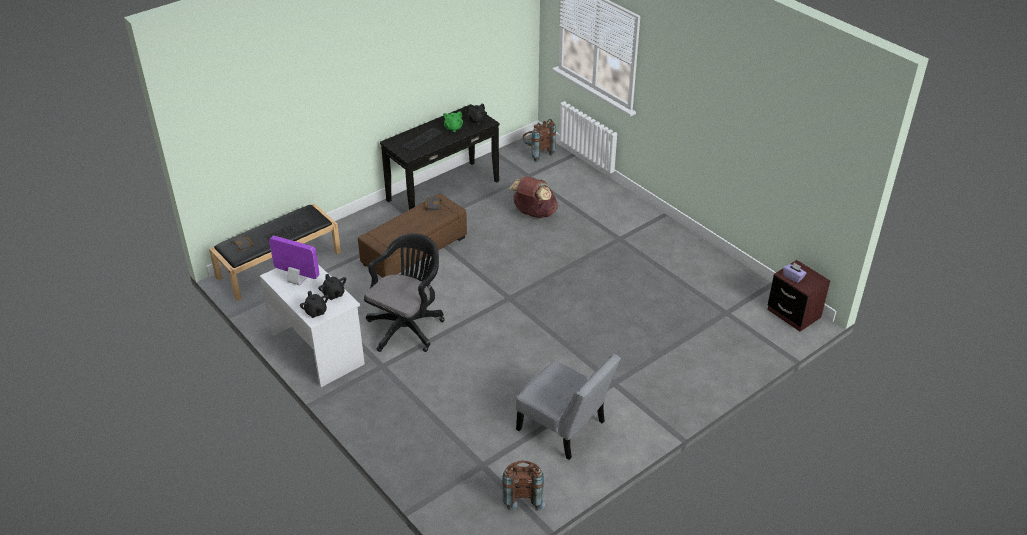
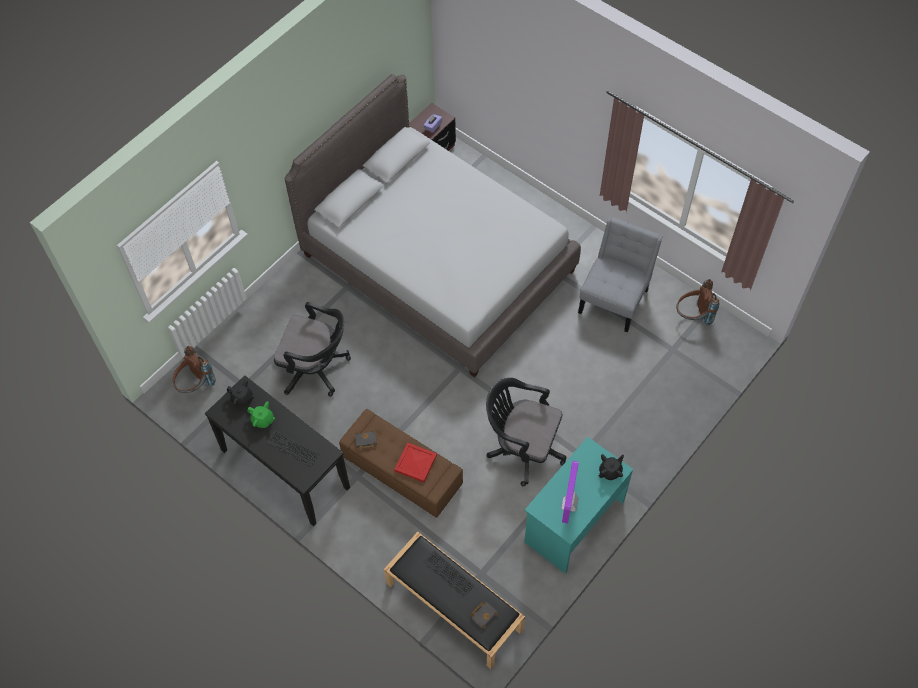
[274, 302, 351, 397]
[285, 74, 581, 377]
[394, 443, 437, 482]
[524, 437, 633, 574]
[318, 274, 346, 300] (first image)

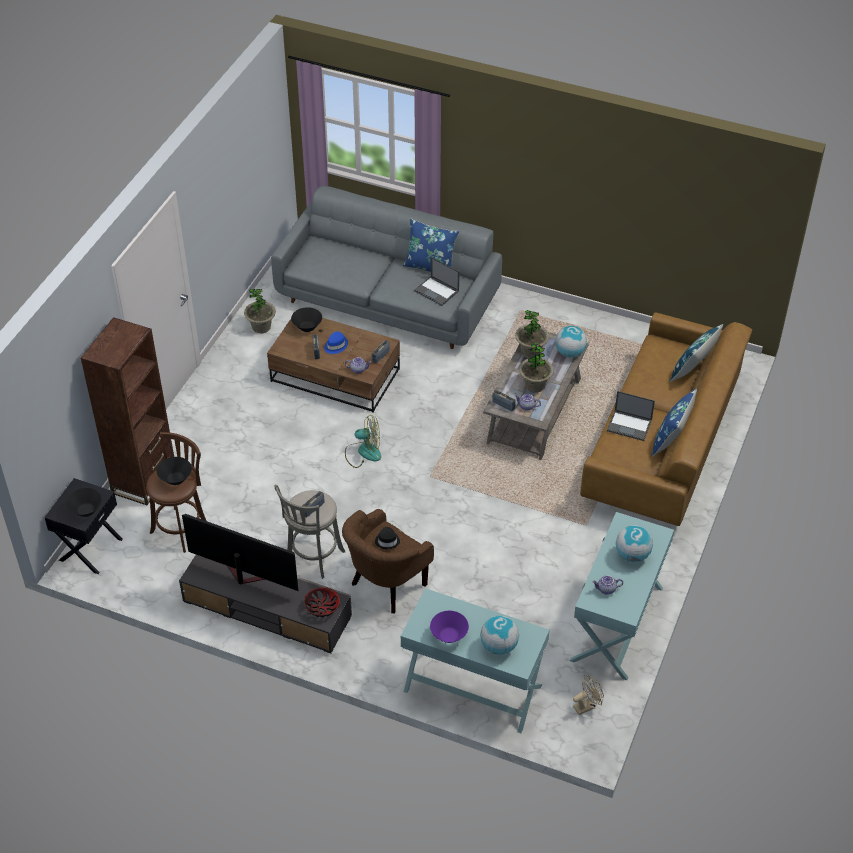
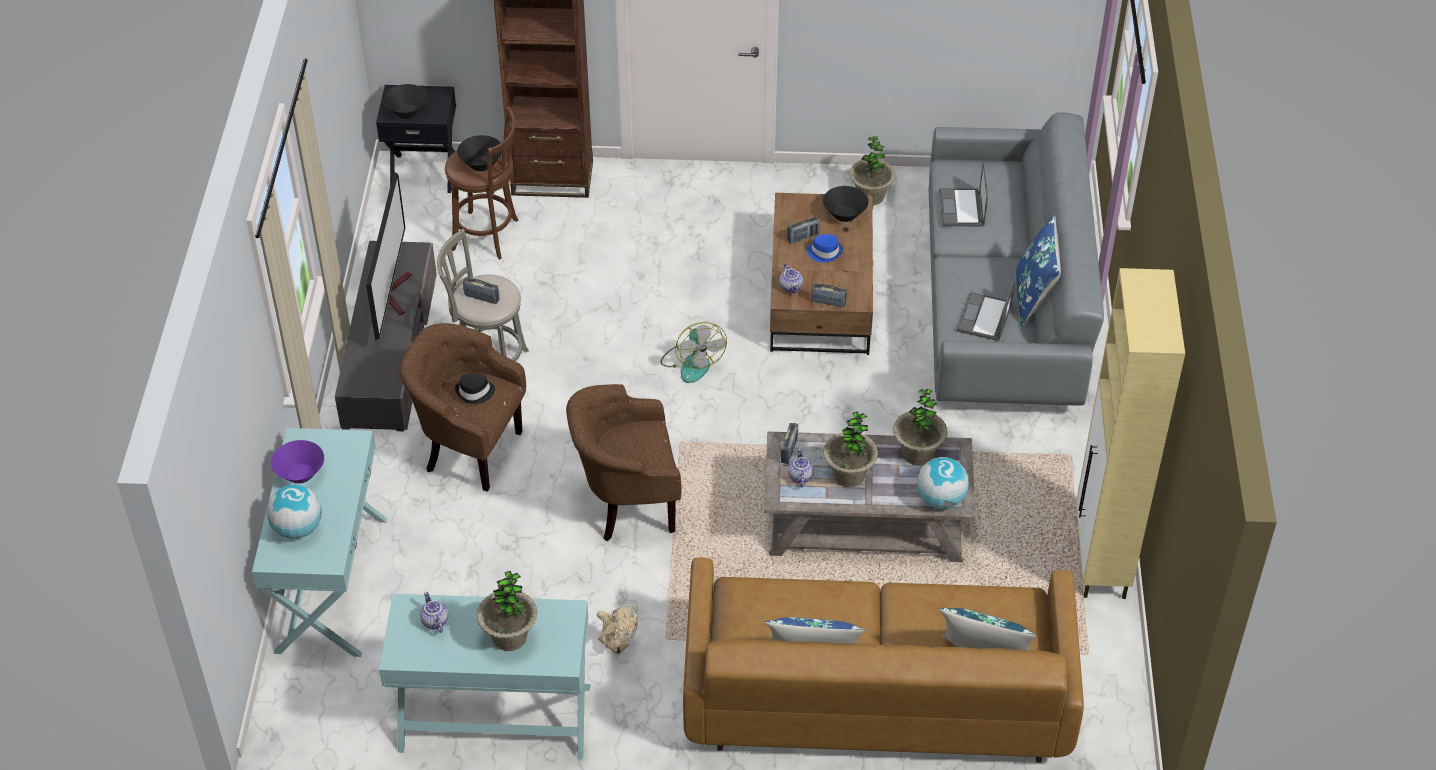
[477, 571, 537, 651]
[566, 384, 682, 542]
[597, 605, 638, 655]
[939, 161, 988, 226]
[1076, 268, 1185, 599]
[304, 587, 340, 618] (first image)

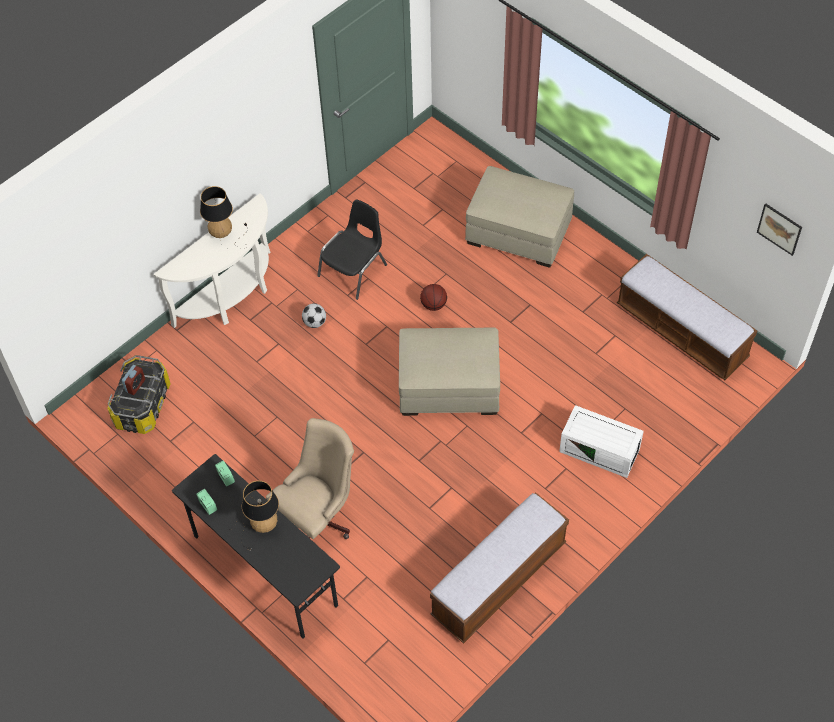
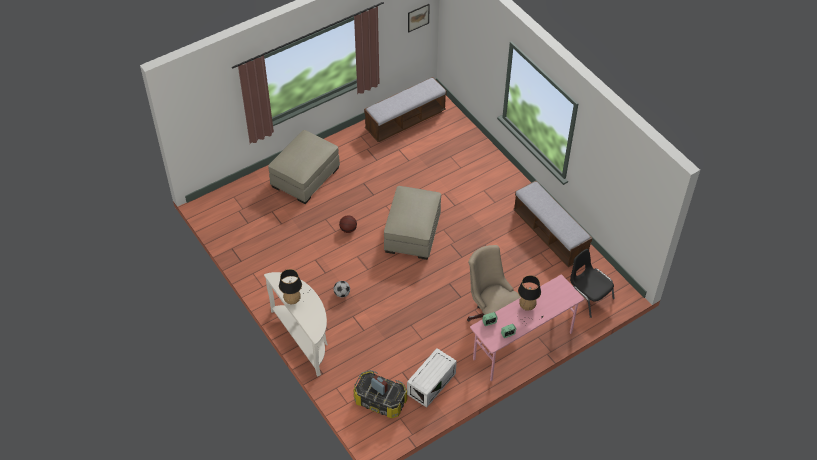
[407, 348, 457, 408]
[470, 274, 584, 381]
[570, 249, 614, 318]

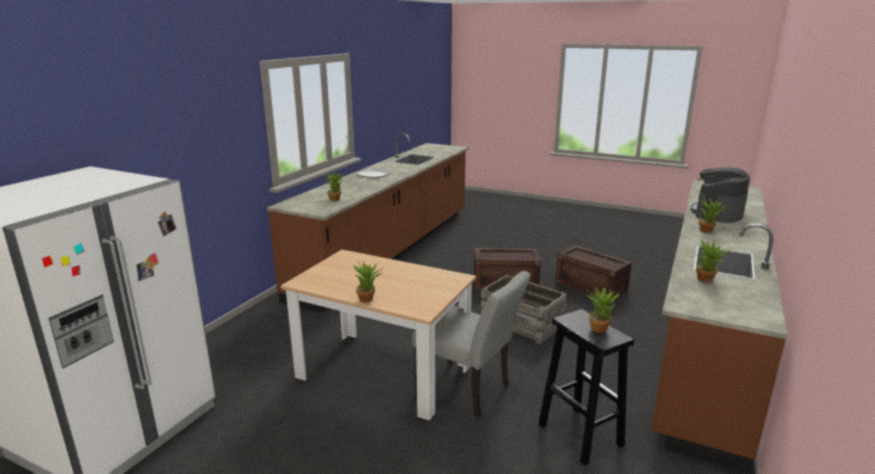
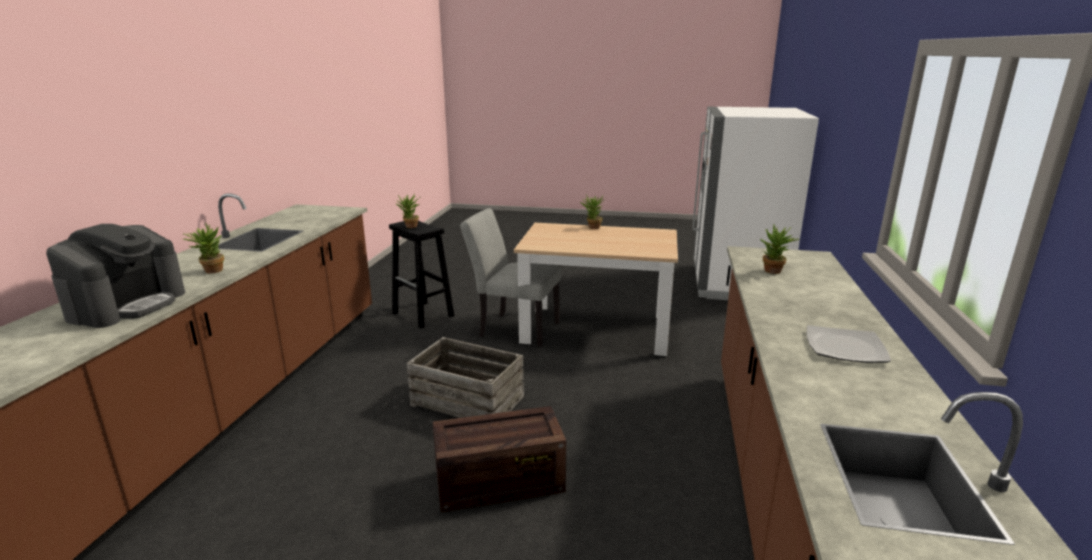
[555, 245, 632, 301] (first image)
[696, 239, 731, 283] (first image)

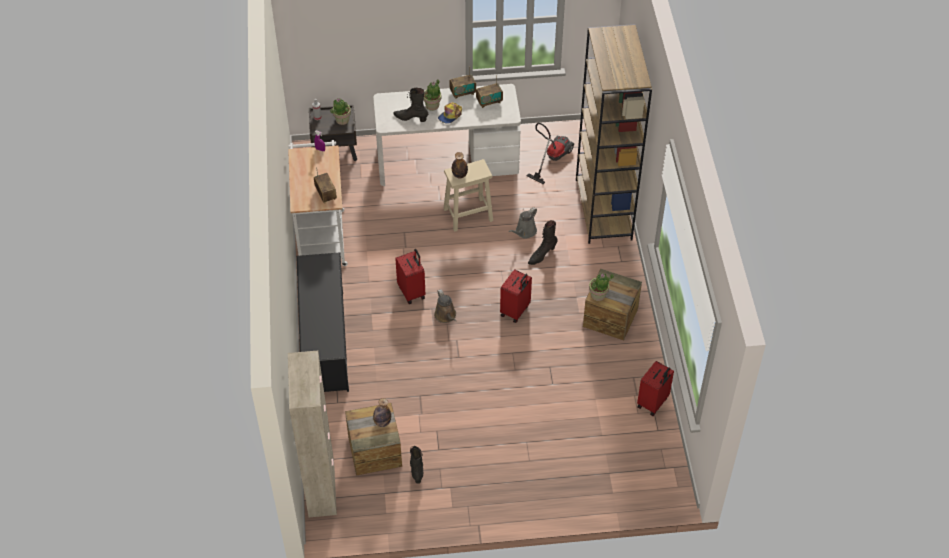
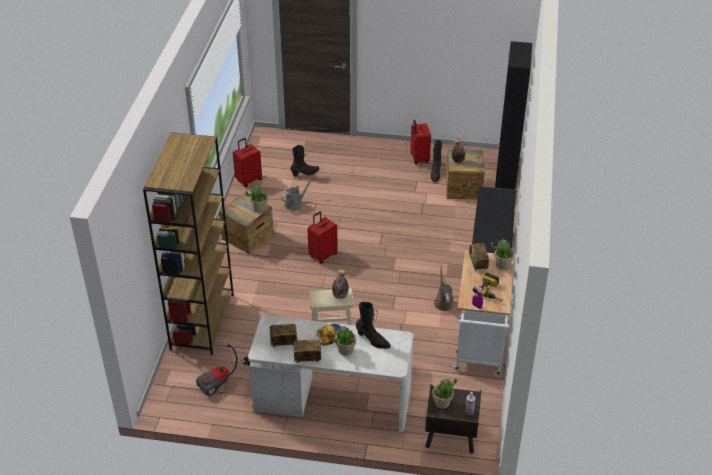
[281, 177, 314, 211]
[291, 145, 319, 176]
[410, 120, 431, 164]
[434, 266, 454, 311]
[473, 273, 503, 302]
[490, 239, 514, 270]
[495, 41, 532, 190]

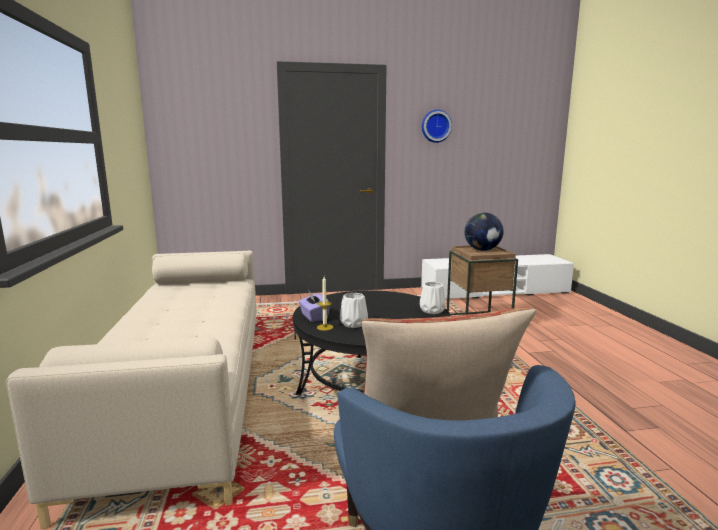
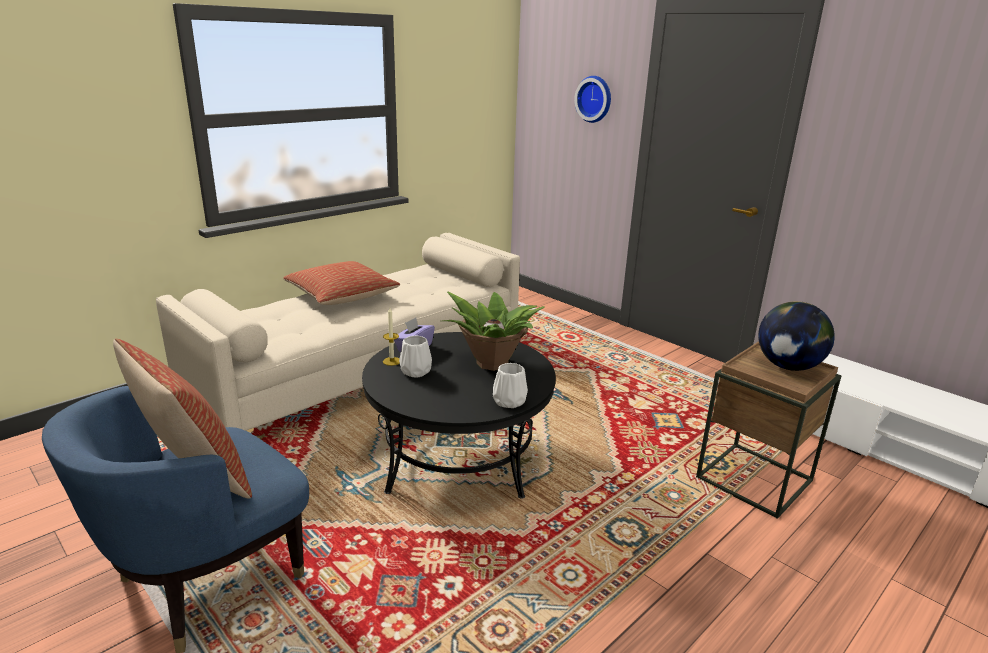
[283, 261, 400, 305]
[443, 292, 545, 371]
[574, 76, 611, 123]

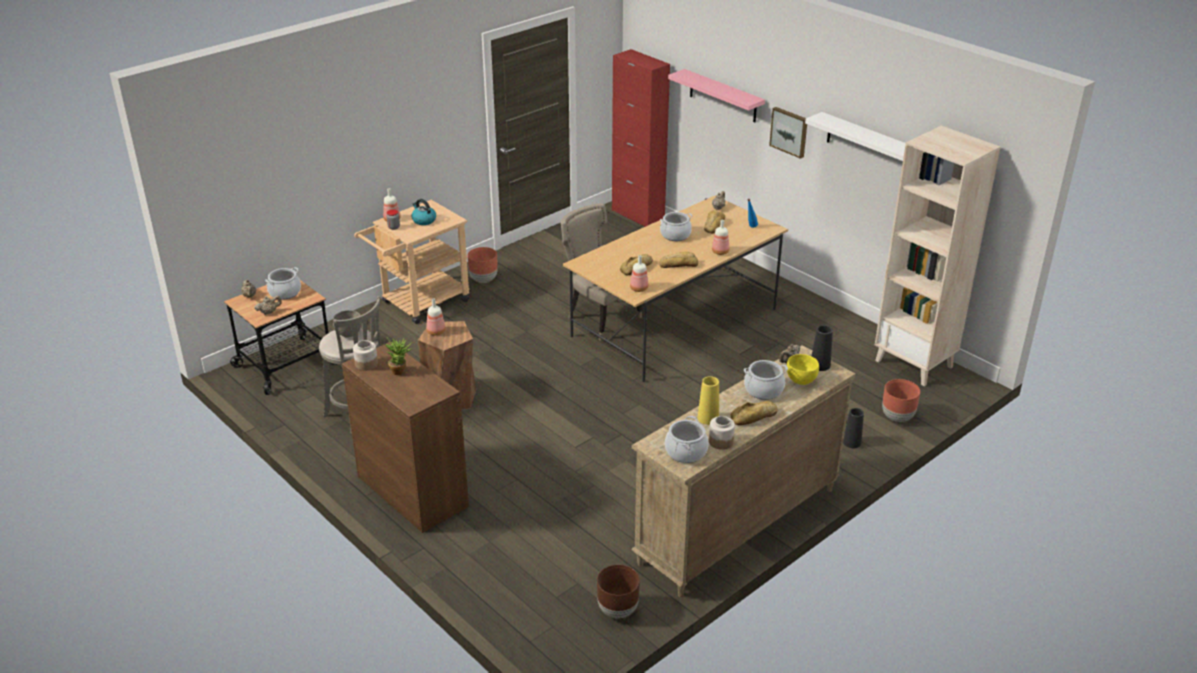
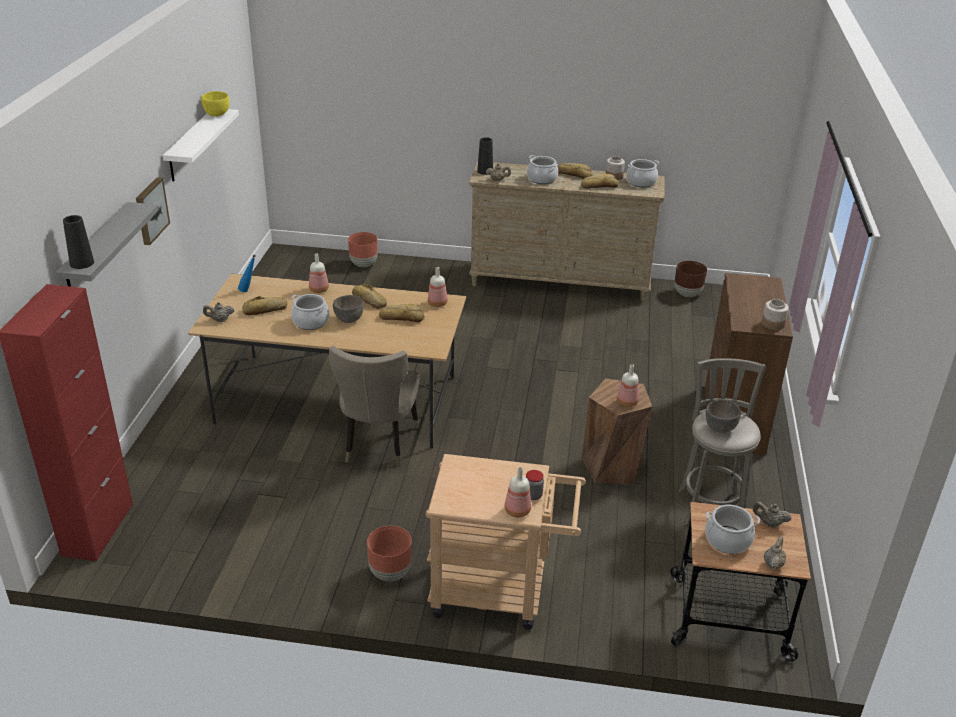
[56, 202, 159, 286]
[63, 215, 94, 269]
[201, 91, 230, 116]
[333, 295, 364, 323]
[581, 173, 619, 189]
[385, 338, 413, 375] (first image)
[412, 199, 436, 225] (first image)
[875, 126, 1000, 386] (first image)

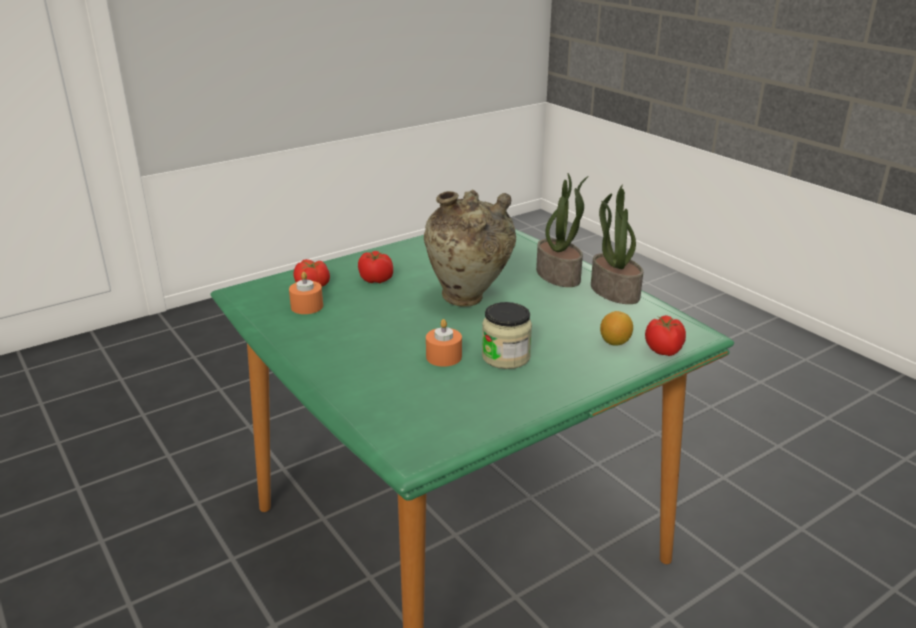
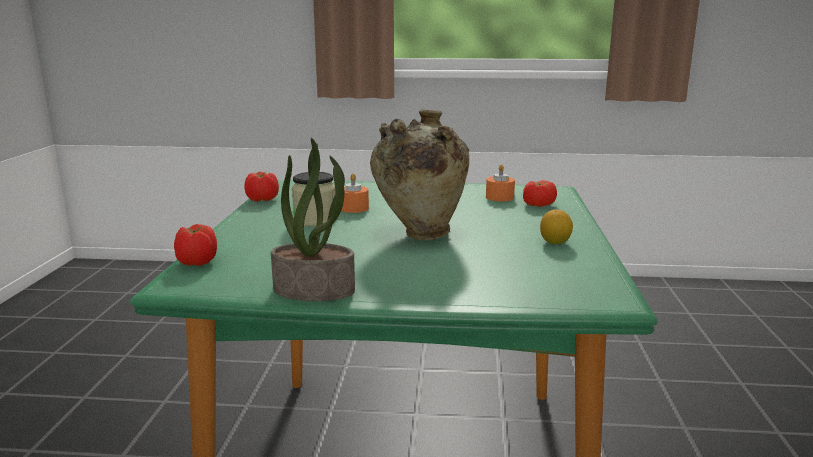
[245, 172, 279, 202]
[540, 210, 573, 244]
[536, 173, 589, 287] (first image)

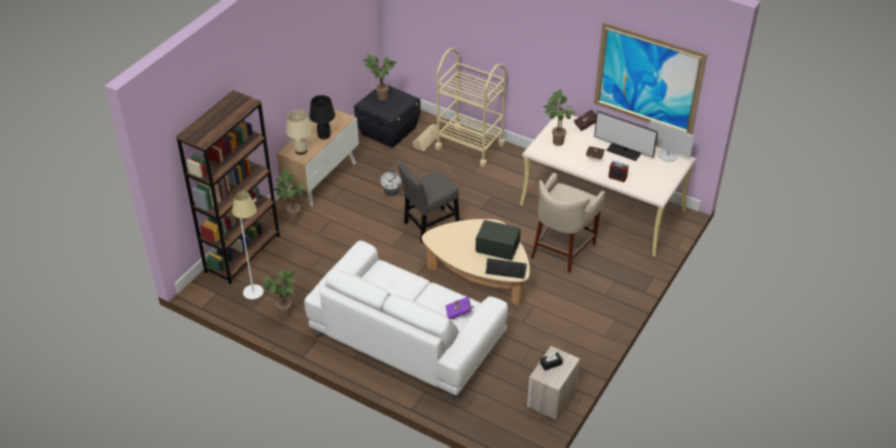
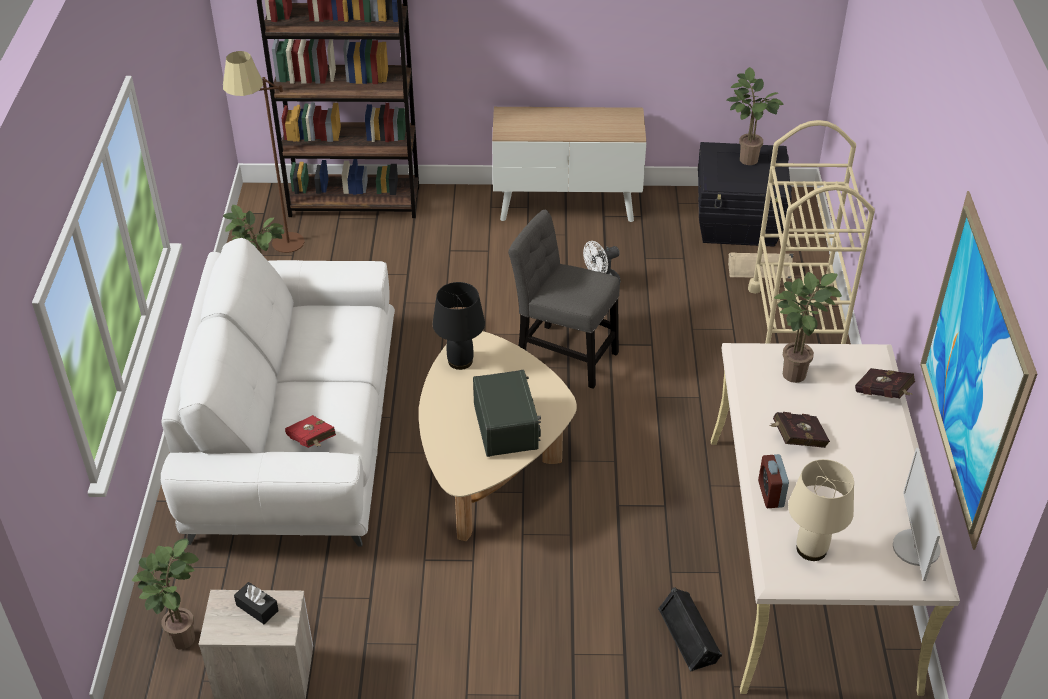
[132, 539, 199, 650]
[223, 51, 305, 253]
[285, 415, 336, 448]
[433, 282, 485, 370]
[658, 587, 722, 672]
[788, 459, 854, 561]
[531, 173, 605, 273] (first image)
[594, 111, 658, 161] (first image)

